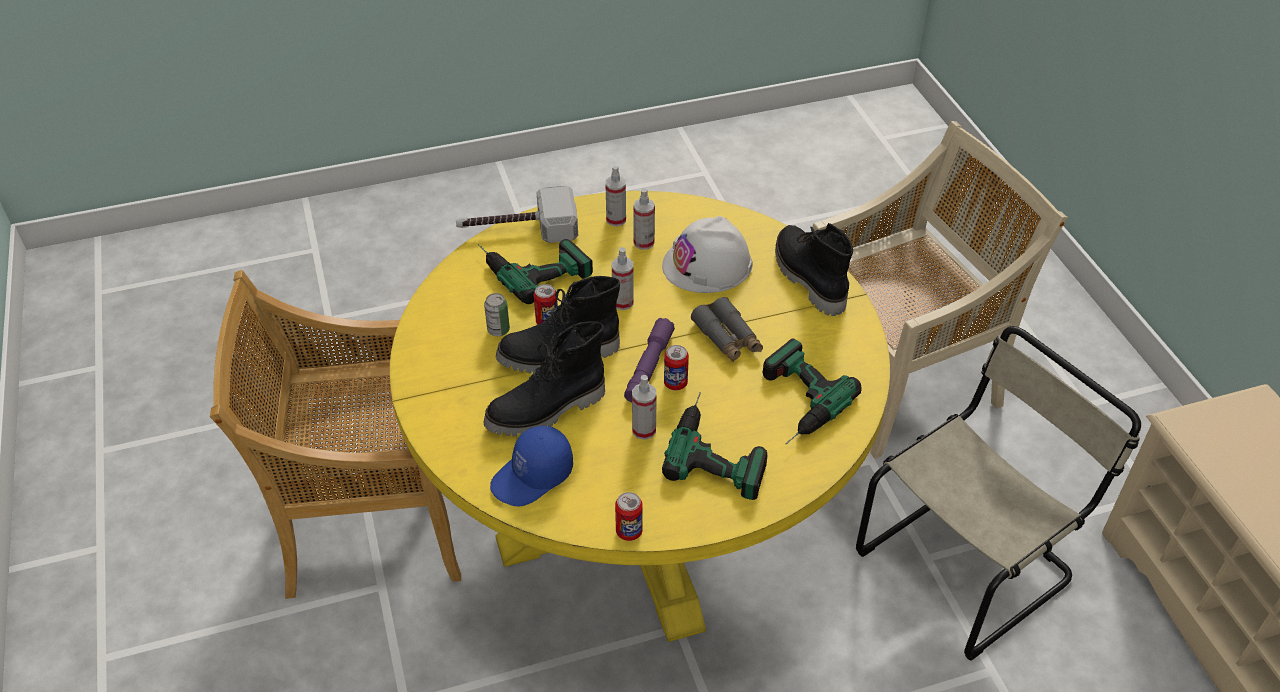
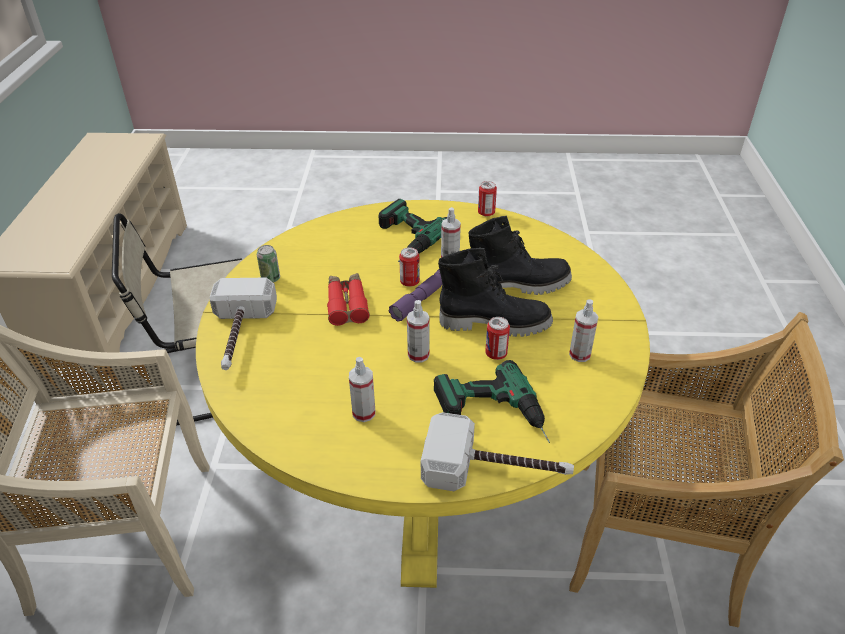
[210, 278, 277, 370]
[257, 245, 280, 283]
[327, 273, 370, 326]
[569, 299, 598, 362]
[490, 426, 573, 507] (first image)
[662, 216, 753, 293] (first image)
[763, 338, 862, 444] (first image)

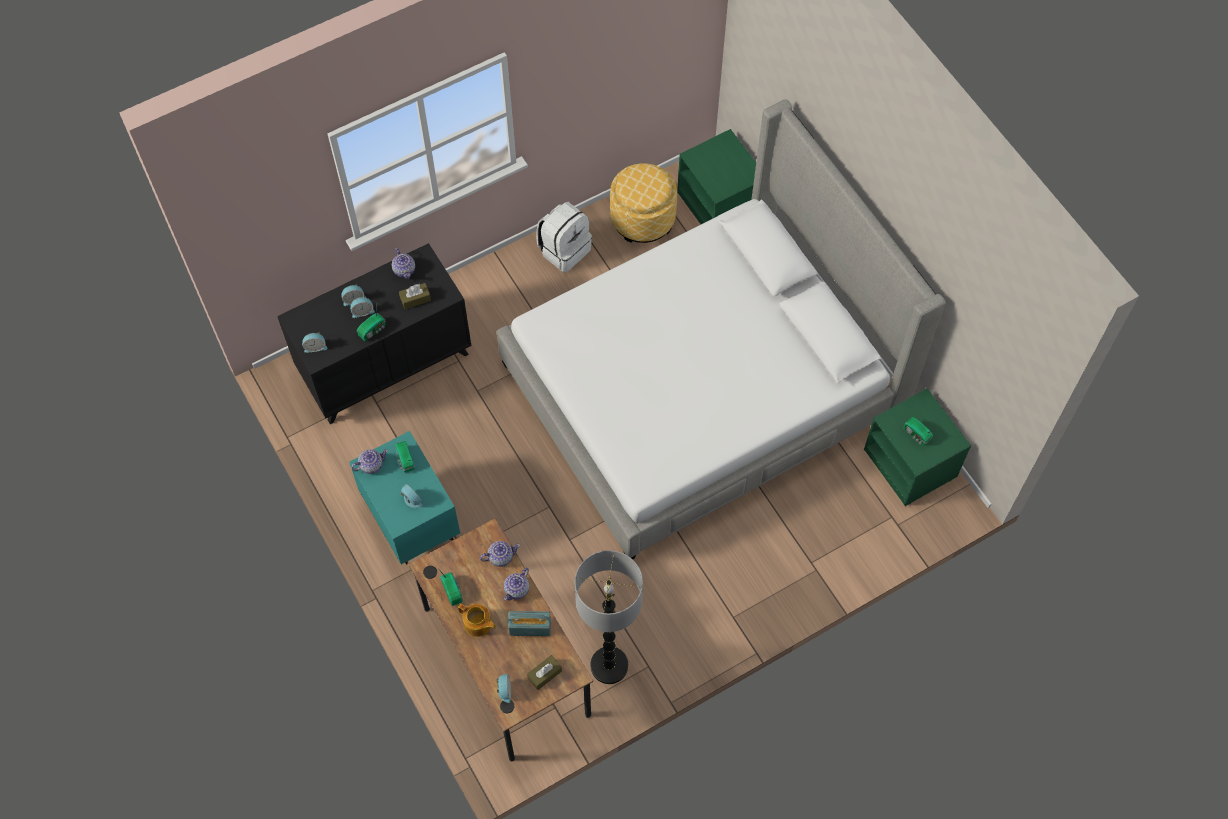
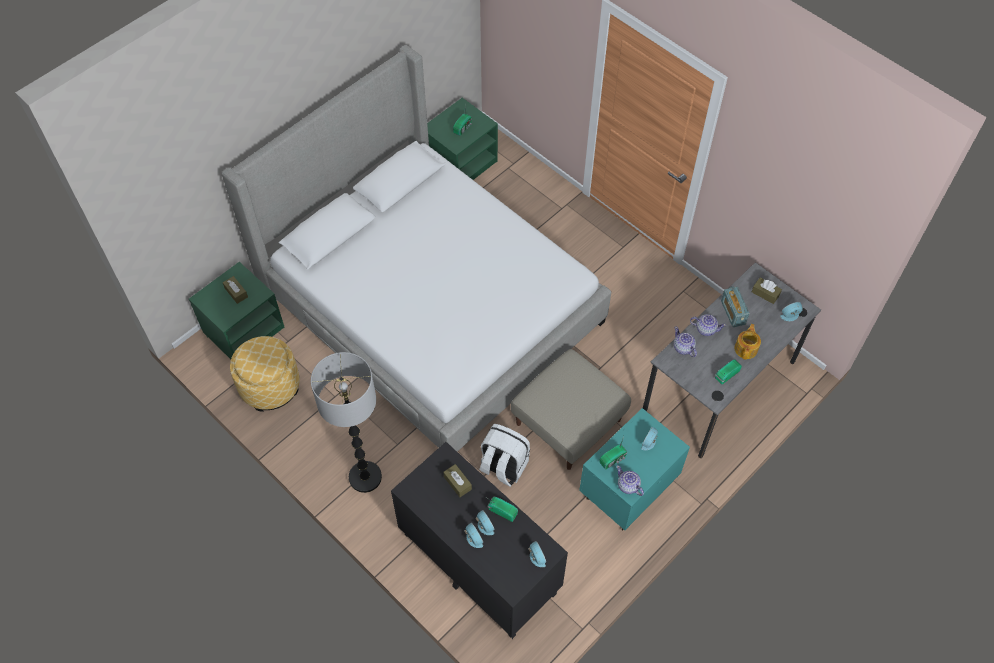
[223, 276, 248, 304]
[311, 352, 382, 493]
[479, 424, 530, 487]
[511, 349, 631, 470]
[643, 262, 821, 458]
[392, 248, 415, 279] (first image)

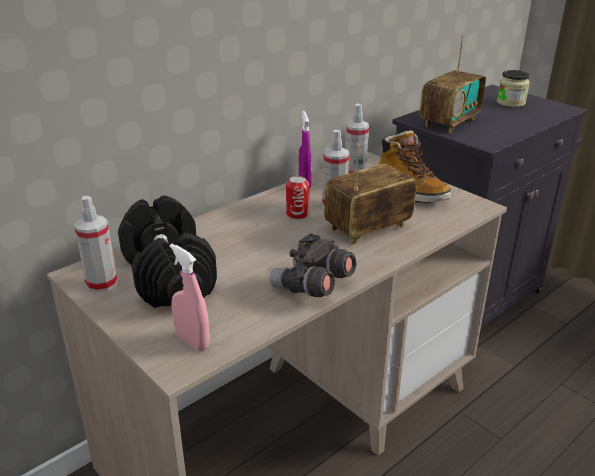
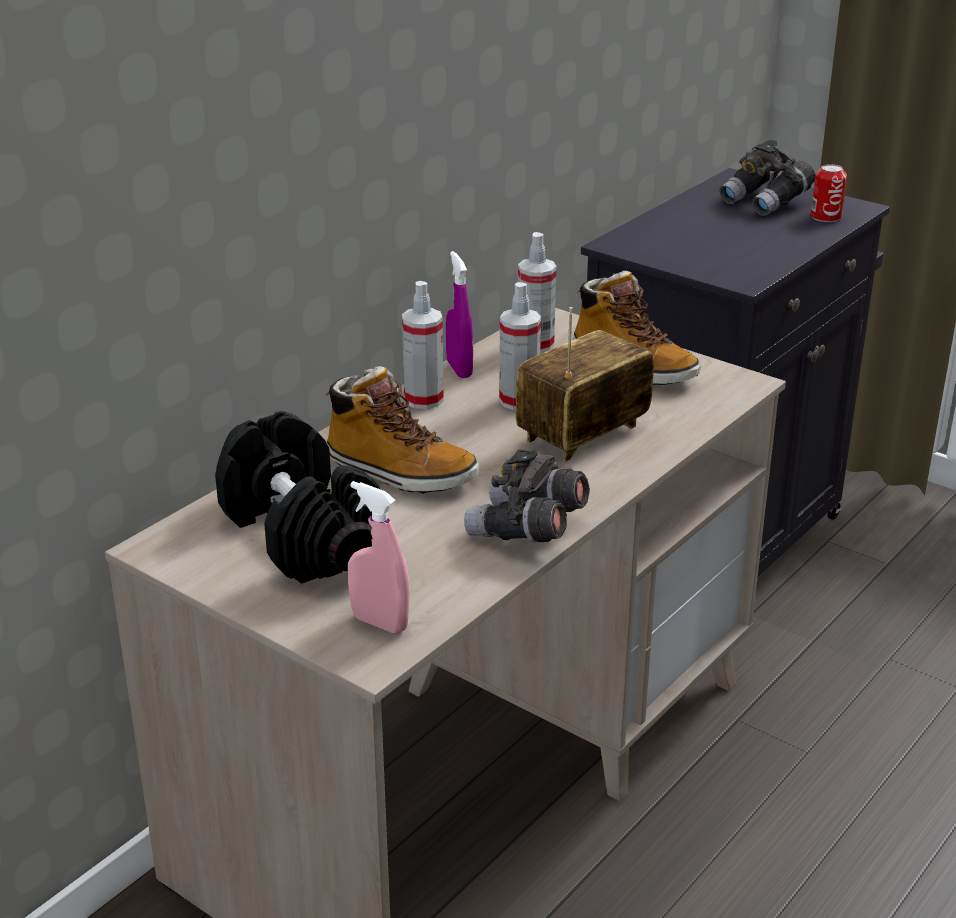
[325, 366, 479, 494]
[402, 281, 444, 409]
[719, 140, 815, 216]
[811, 164, 847, 222]
[420, 34, 486, 133] (first image)

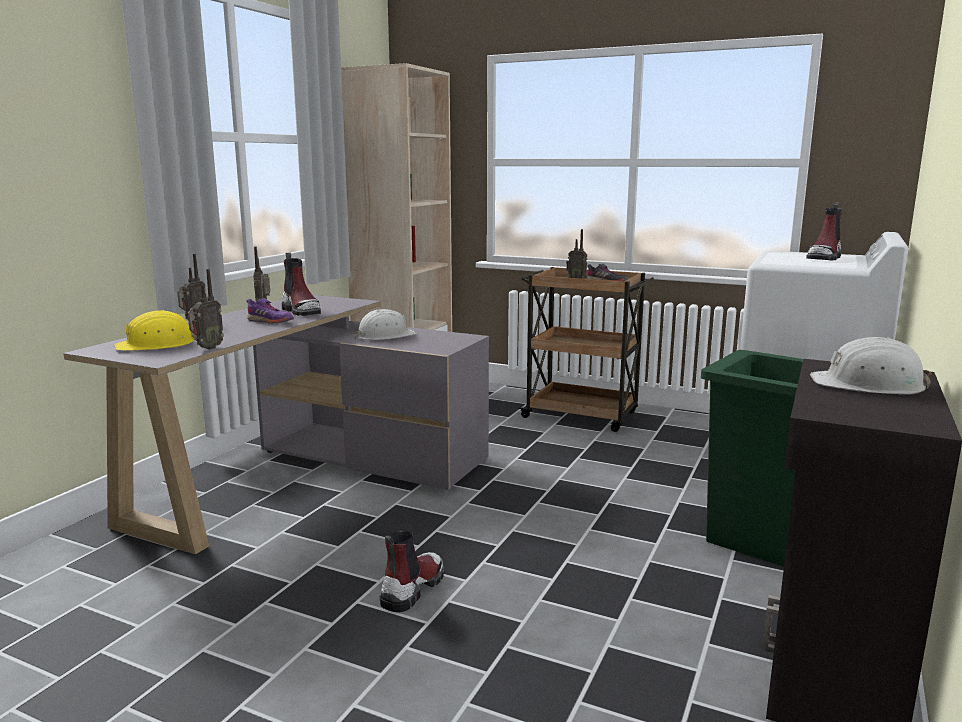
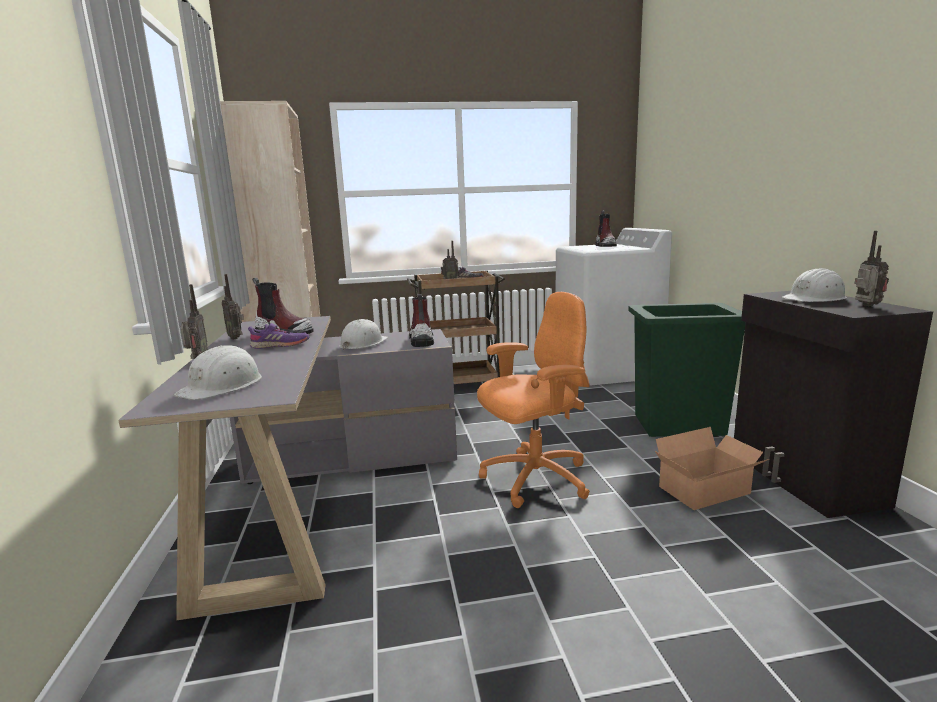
[174, 345, 262, 400]
[409, 294, 434, 347]
[477, 292, 590, 508]
[655, 427, 769, 510]
[854, 231, 889, 306]

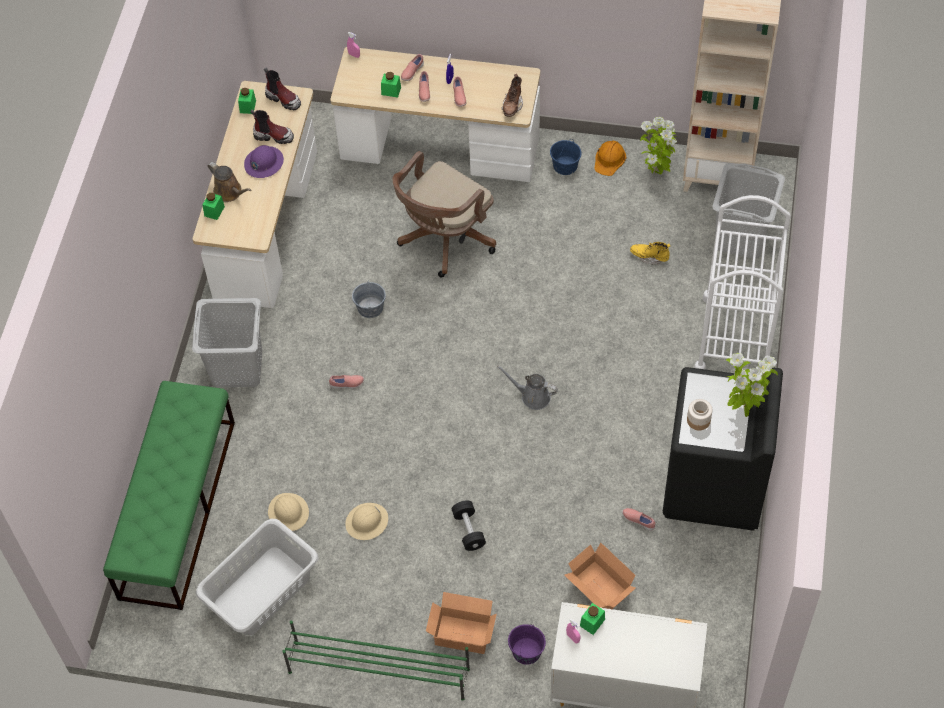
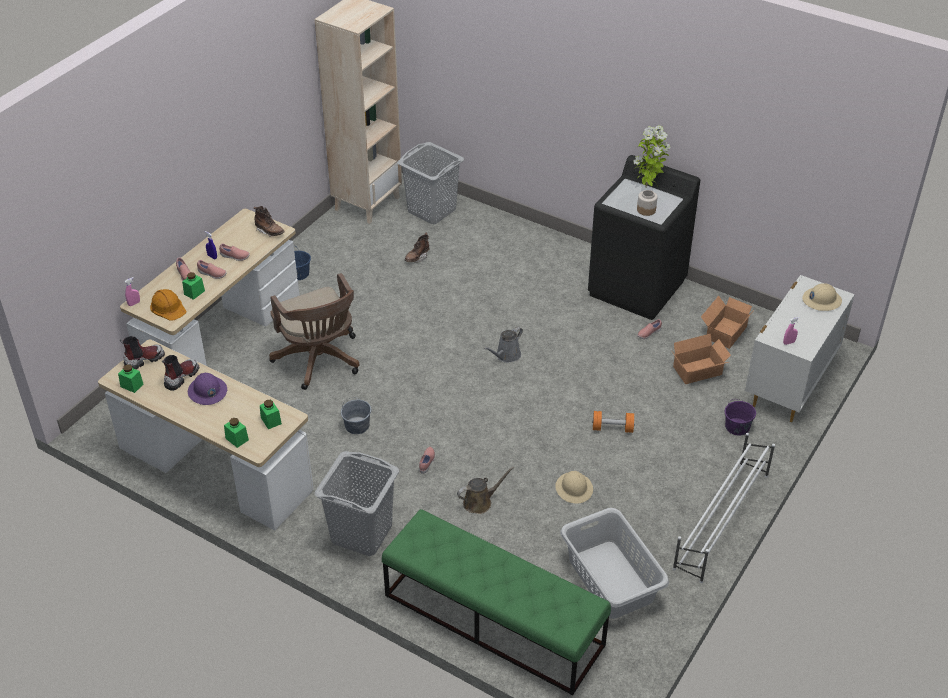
[150, 289, 186, 321]
[260, 400, 282, 429]
[405, 233, 430, 262]
[457, 466, 514, 514]
[592, 411, 635, 433]
[673, 433, 775, 583]
[701, 296, 756, 349]
[802, 283, 842, 311]
[640, 117, 677, 174] (first image)
[694, 195, 791, 370] (first image)

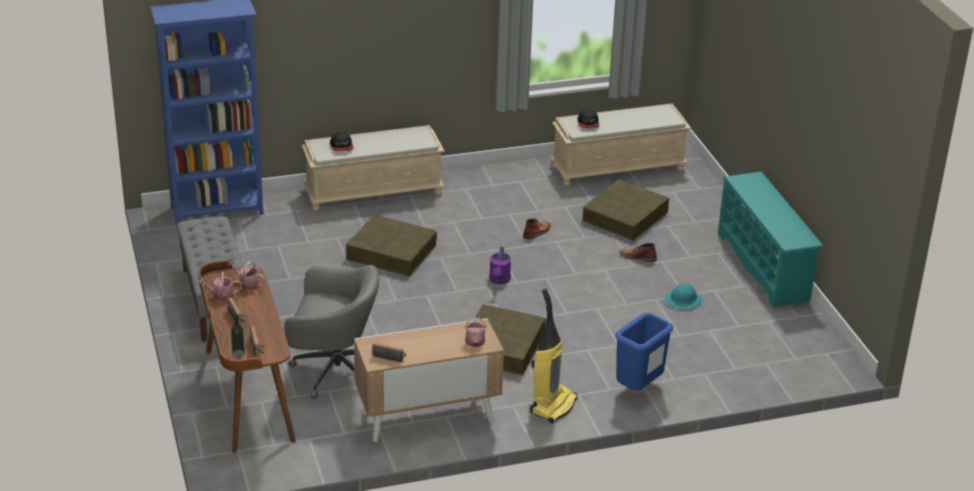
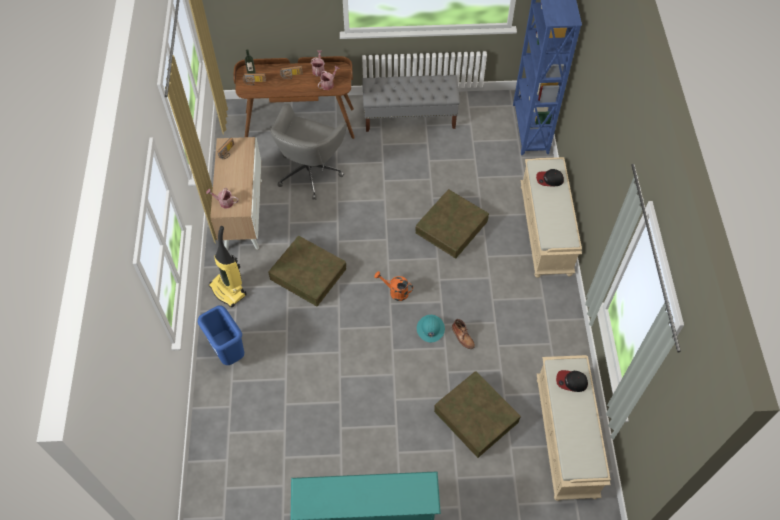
[374, 271, 413, 301]
[417, 315, 445, 342]
[619, 243, 657, 262] (first image)

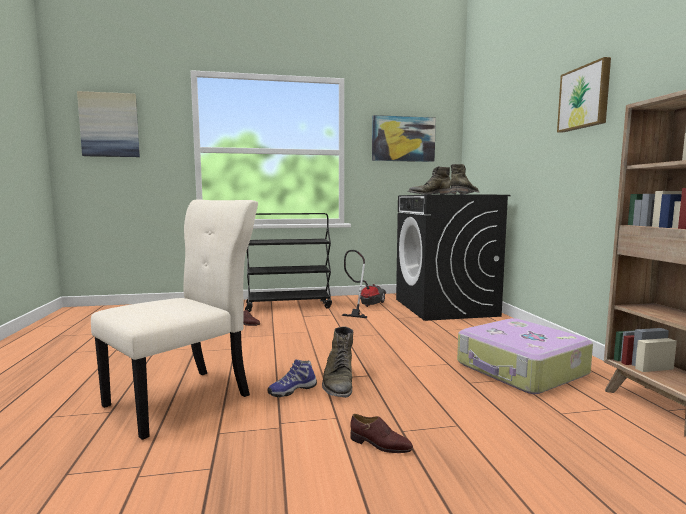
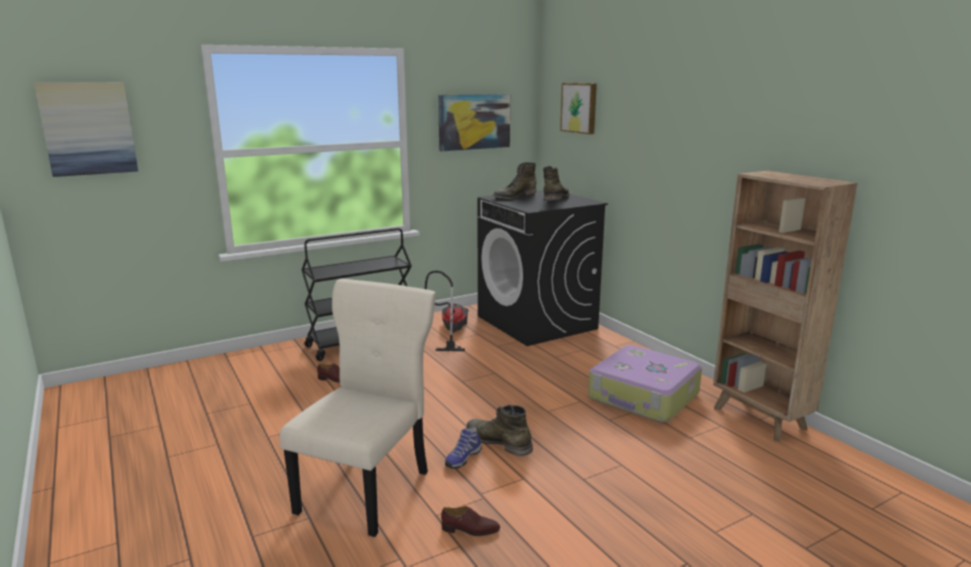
[441, 506, 500, 536]
[466, 405, 533, 456]
[560, 83, 597, 134]

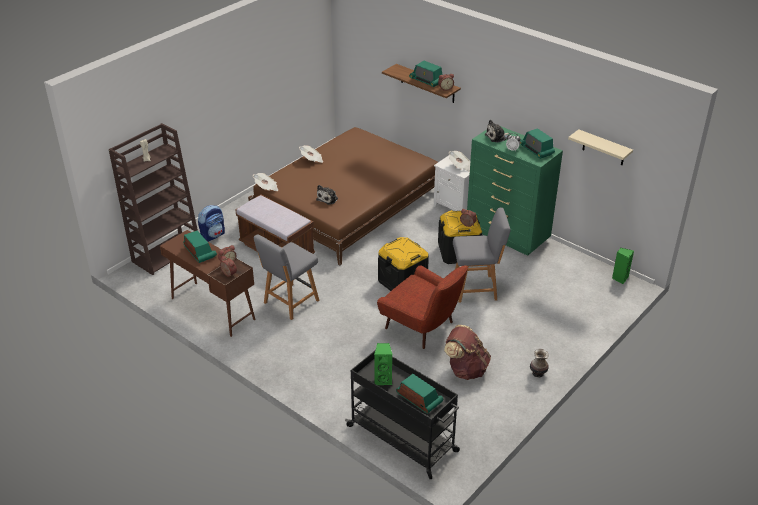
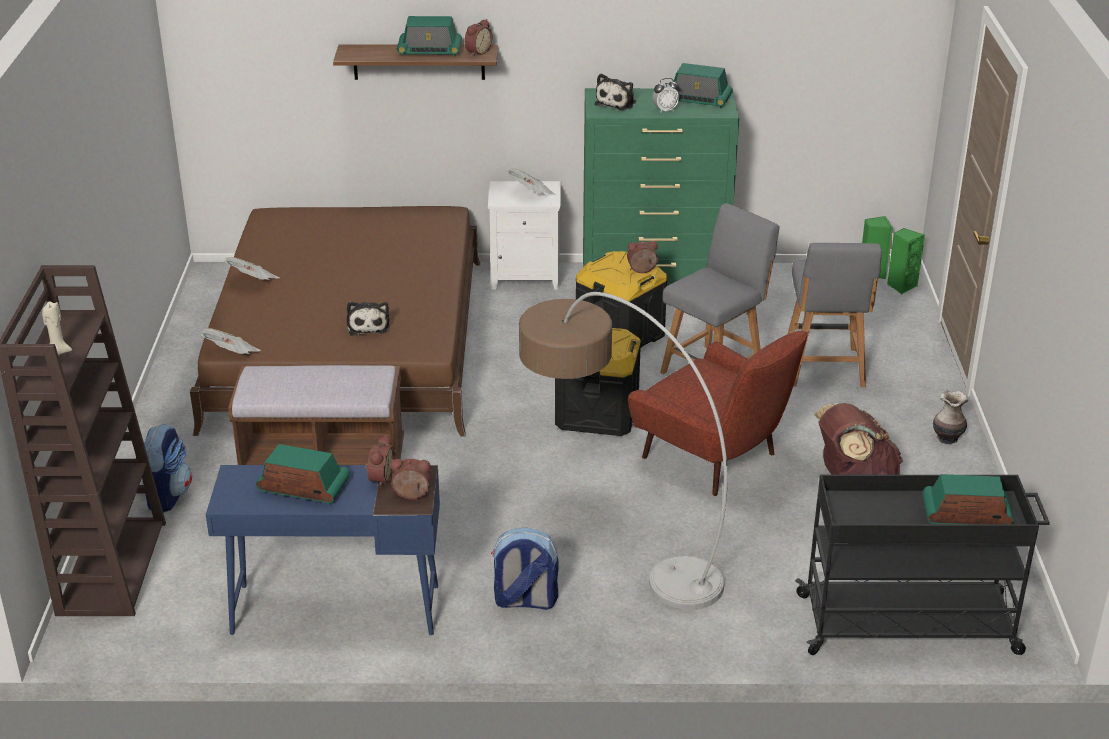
[206, 465, 440, 635]
[491, 528, 558, 610]
[519, 292, 728, 610]
[628, 331, 808, 496]
[788, 243, 882, 387]
[887, 228, 925, 294]
[568, 129, 633, 165] (first image)

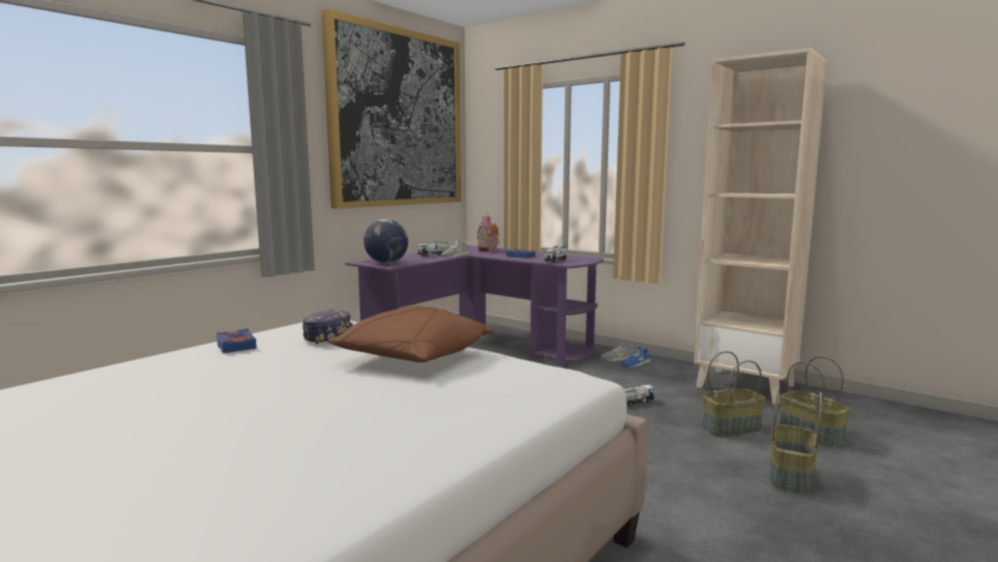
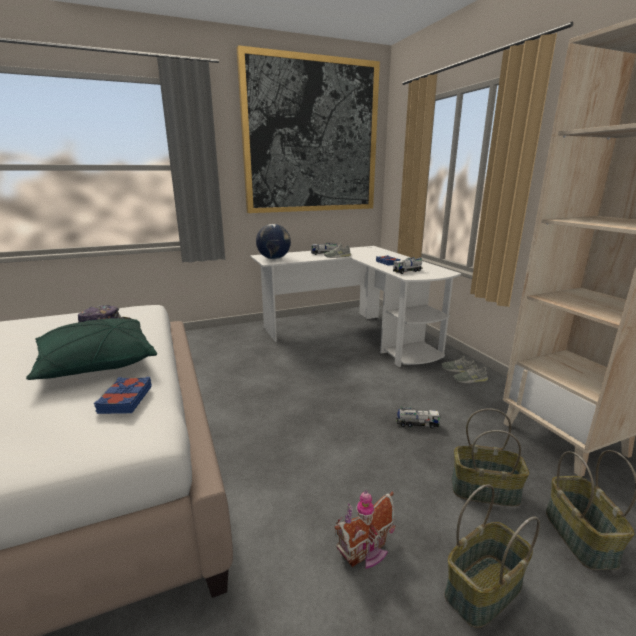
[26, 318, 157, 380]
[94, 377, 152, 414]
[250, 246, 461, 367]
[335, 490, 396, 569]
[453, 364, 488, 383]

